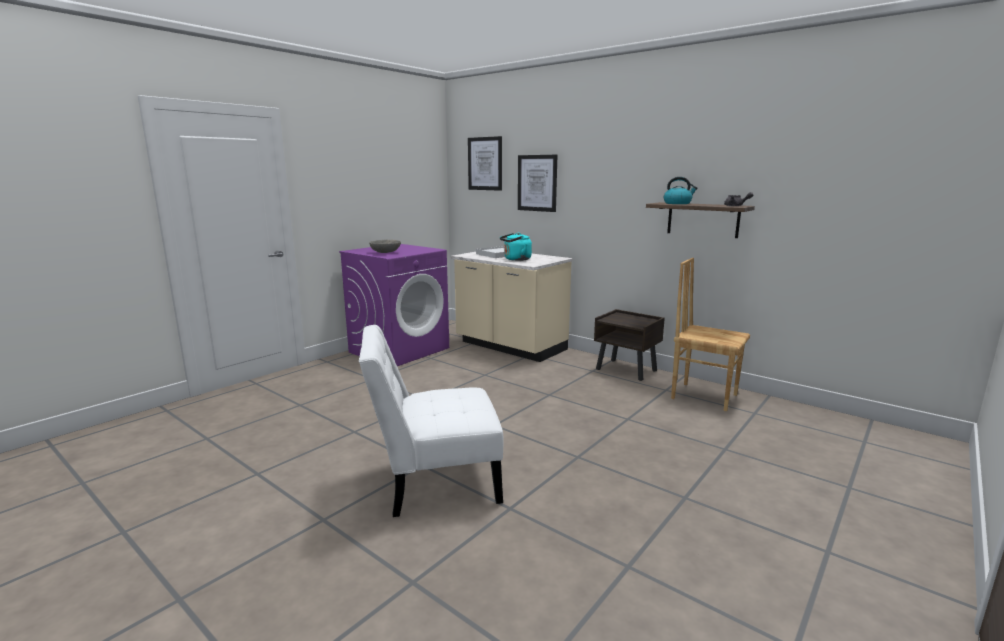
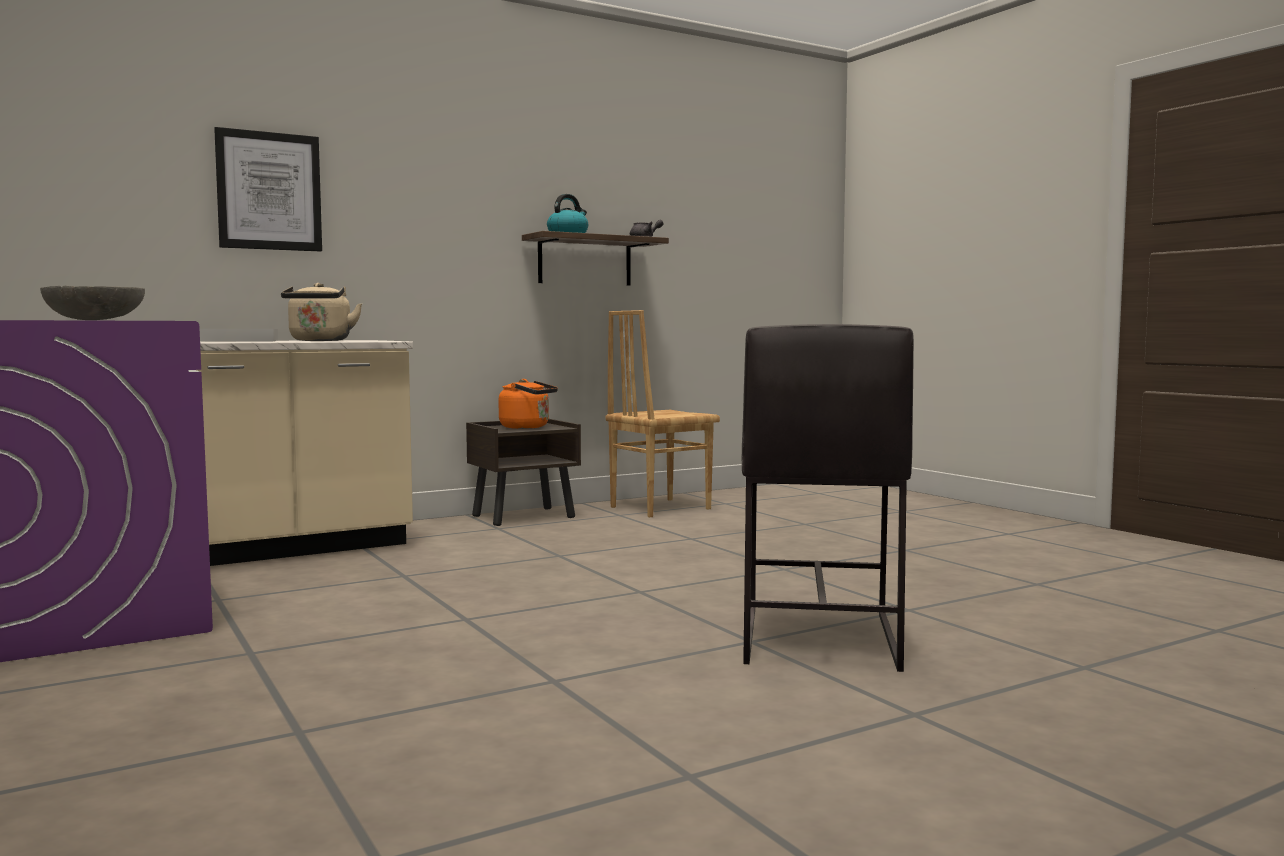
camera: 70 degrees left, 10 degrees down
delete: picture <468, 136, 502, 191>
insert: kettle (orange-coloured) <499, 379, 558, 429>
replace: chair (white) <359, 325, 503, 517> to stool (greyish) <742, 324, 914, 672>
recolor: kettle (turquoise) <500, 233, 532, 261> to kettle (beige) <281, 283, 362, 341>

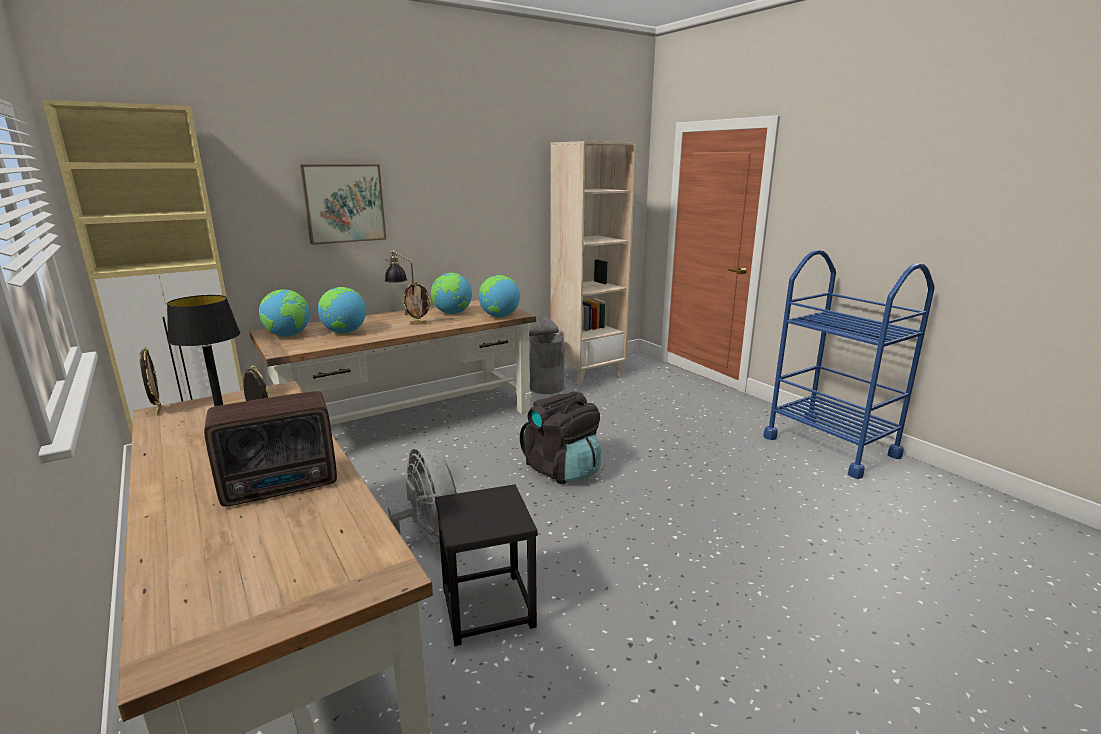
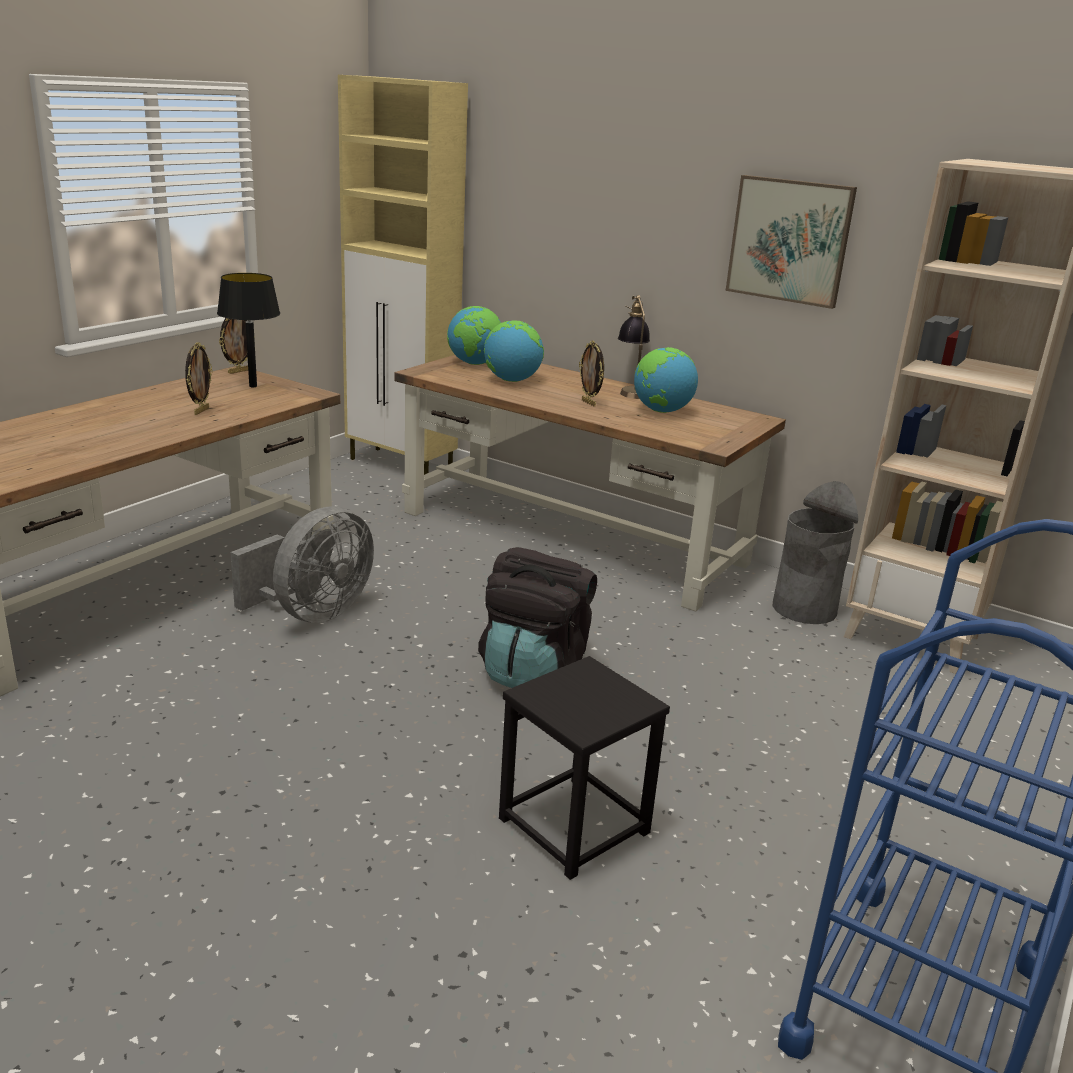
camera: 65 degrees right, 5 degrees up
delete: radio <204, 391, 337, 506>; world globe <479, 275, 520, 318>
move: picture <300, 164, 386, 245> to <726, 175, 857, 309>; stool (black-coloured) <435, 484, 538, 646> to <499, 656, 670, 880>

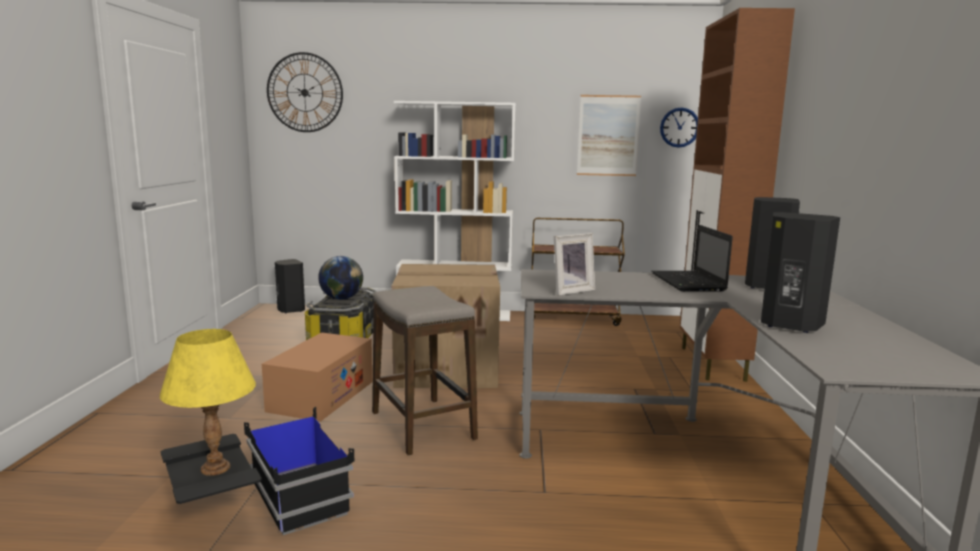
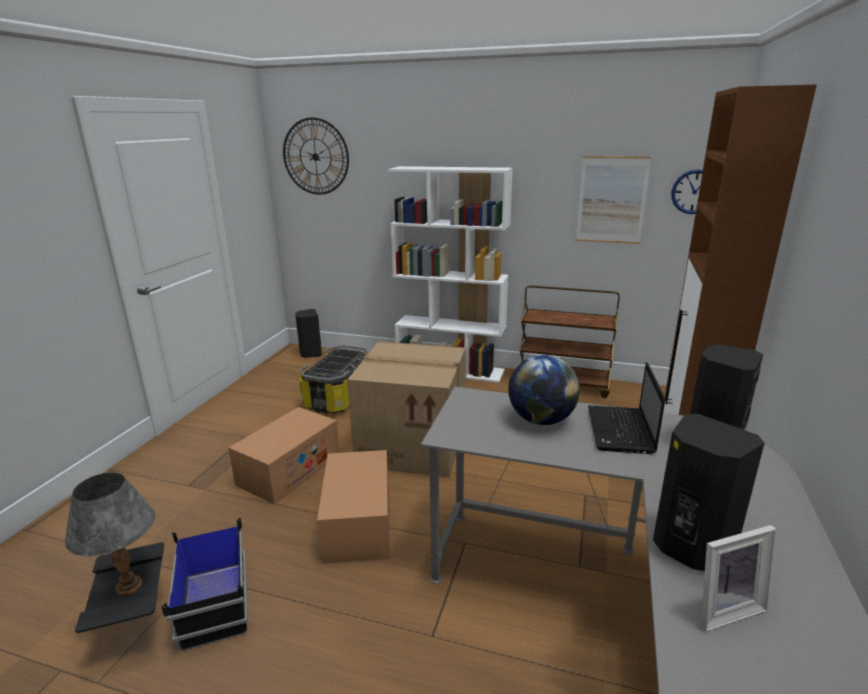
camera: 15 degrees right, 10 degrees up
move: world globe <318, 256, 363, 300> to <508, 355, 580, 425>; photo frame <554, 233, 595, 296> to <700, 525, 776, 632>
replace: stool <372, 286, 478, 455> to packing box <317, 450, 390, 564>
recolor: lamp for a table (yellow) <160, 329, 256, 476> to lamp for a table (greyish) <65, 472, 155, 596>

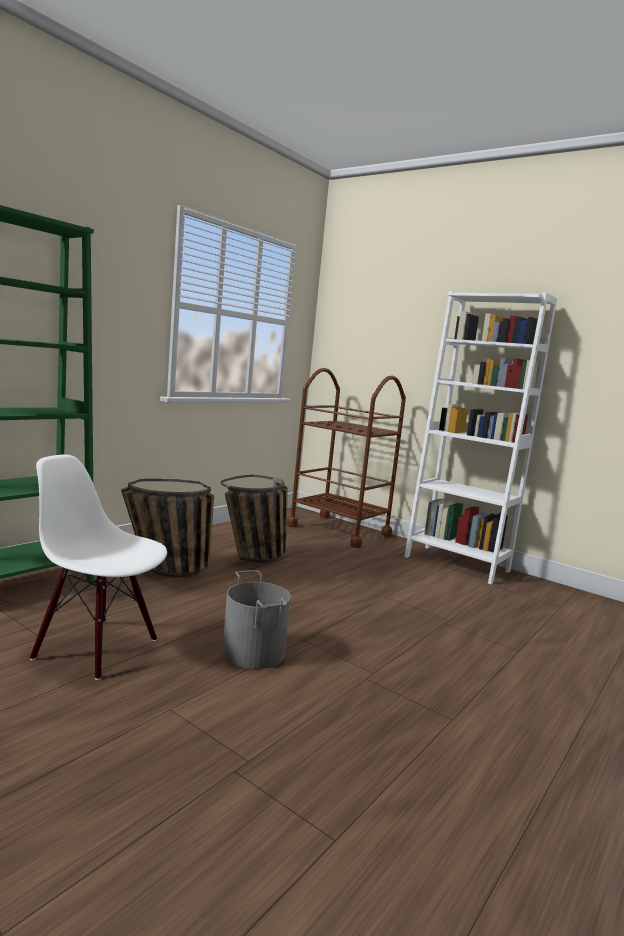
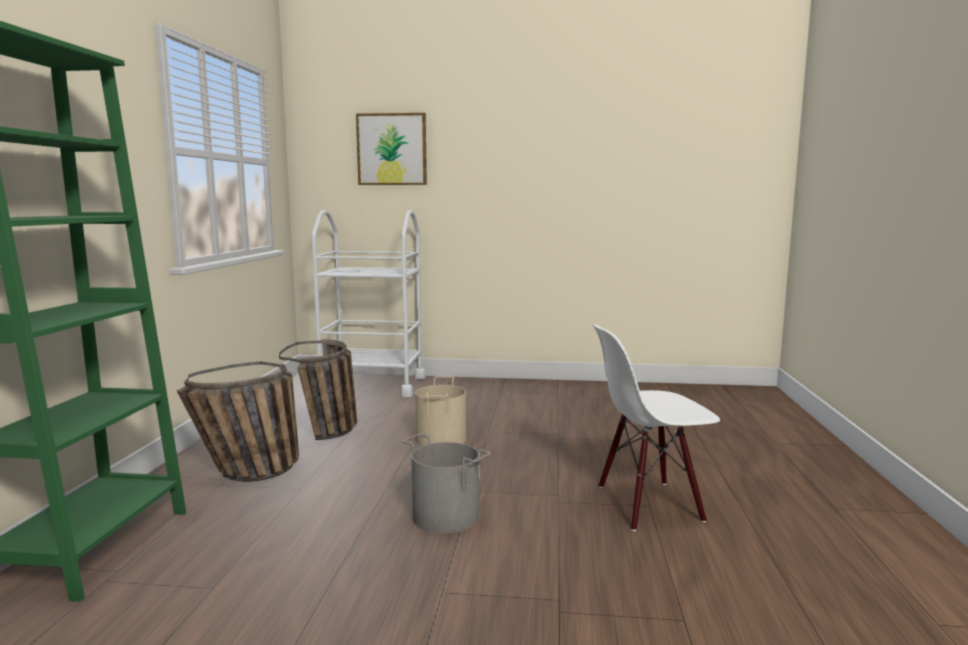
camera: 30 degrees left, 0 degrees up
delete: bookcase (white) <404, 291, 557, 584>
insert: picture <356, 113, 427, 185>; pail (beige) <415, 376, 466, 446>
move: chair (white) <30, 455, 167, 680> to <593, 324, 720, 531>
recolor: cart (brown-coloured) <287, 368, 406, 548> to cart (white) <312, 210, 426, 397>

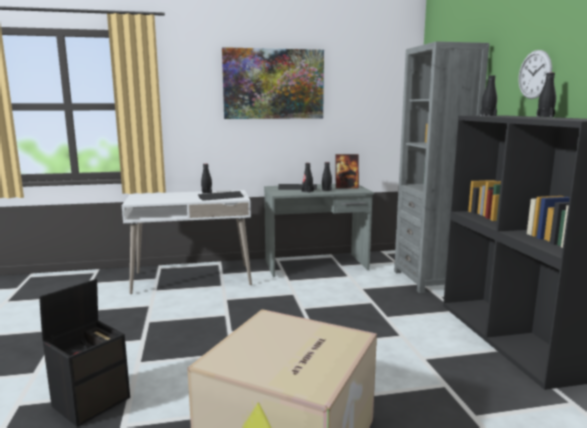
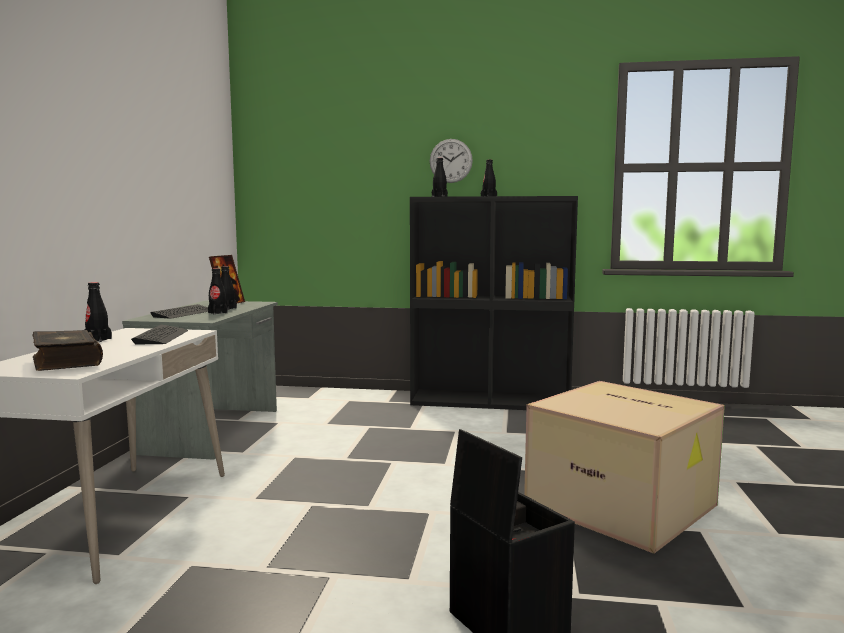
camera: 70 degrees left, 5 degrees down
delete: picture <222, 47, 324, 119>; bookcase (greyish) <394, 41, 489, 293>
insert: volume <33, 330, 103, 371>

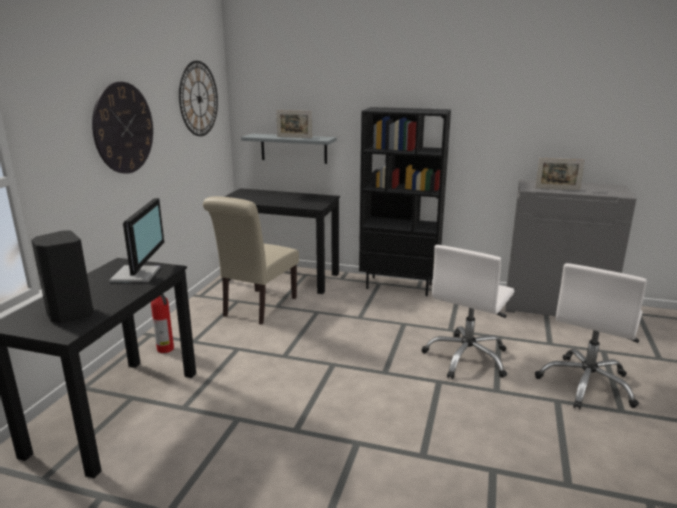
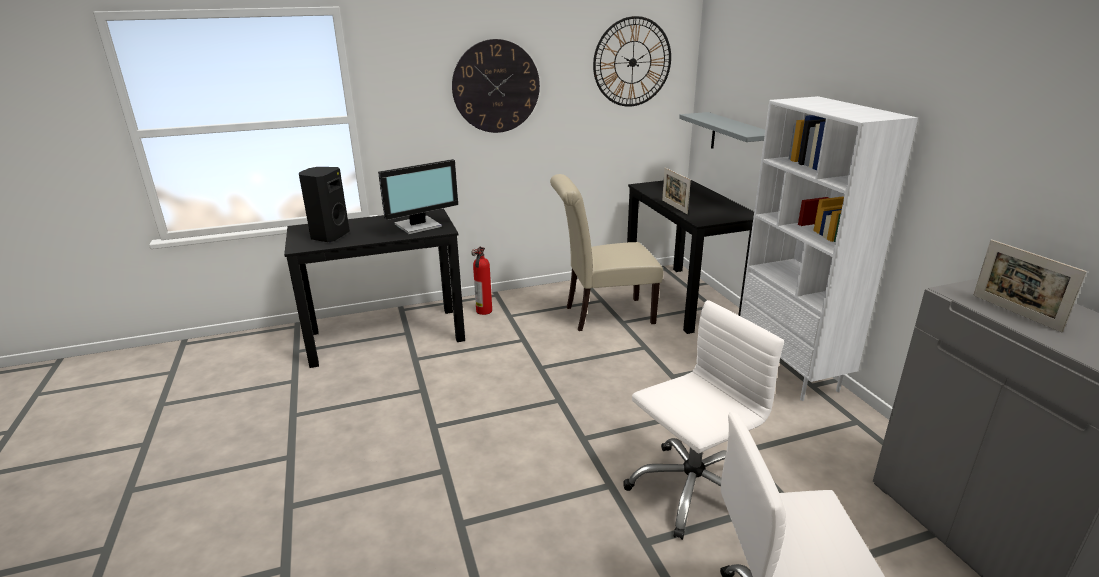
camera: 55 degrees right, 5 degrees up
move: photo frame <276, 110, 312, 138> to <662, 168, 691, 214>
recolor: bookcase (black-coloured) <359, 107, 451, 296> to bookcase (white) <740, 96, 918, 401>
rotate: computer chair (white) <422, 245, 514, 379> = <623, 300, 784, 540> 150 degrees clockwise

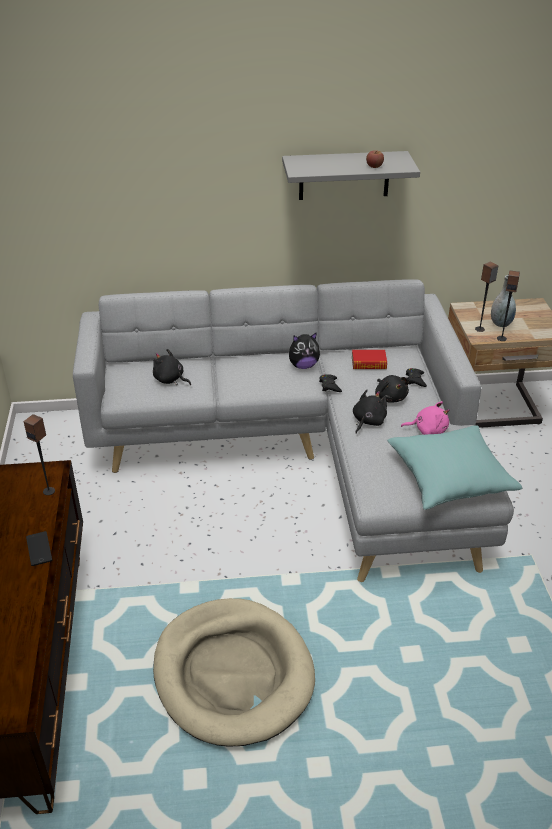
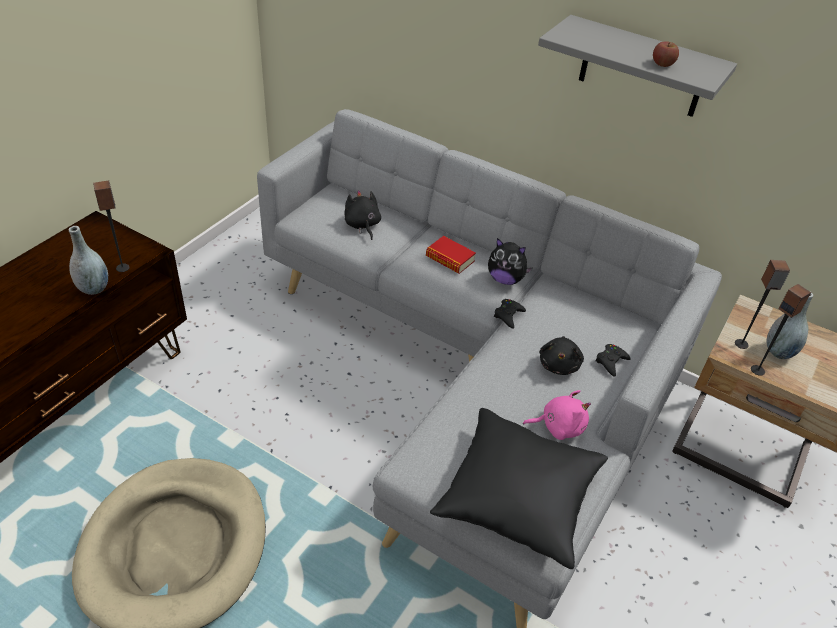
camera: 35 degrees right, 5 degrees up
delete: handset <26, 531, 52, 566>; cuddly toy (black-coloured) <353, 390, 387, 434>
insert: vase (greyish) <68, 226, 108, 295>
move: volume <352, 350, 387, 369> to <426, 236, 476, 274>
recolor: throw pillow (turquoise) <387, 425, 522, 510> to throw pillow (black-coloured) <430, 408, 608, 569>
rotate: cuddly toy (pink) <401, 401, 450, 435> = <523, 390, 591, 440> 45 degrees counterclockwise

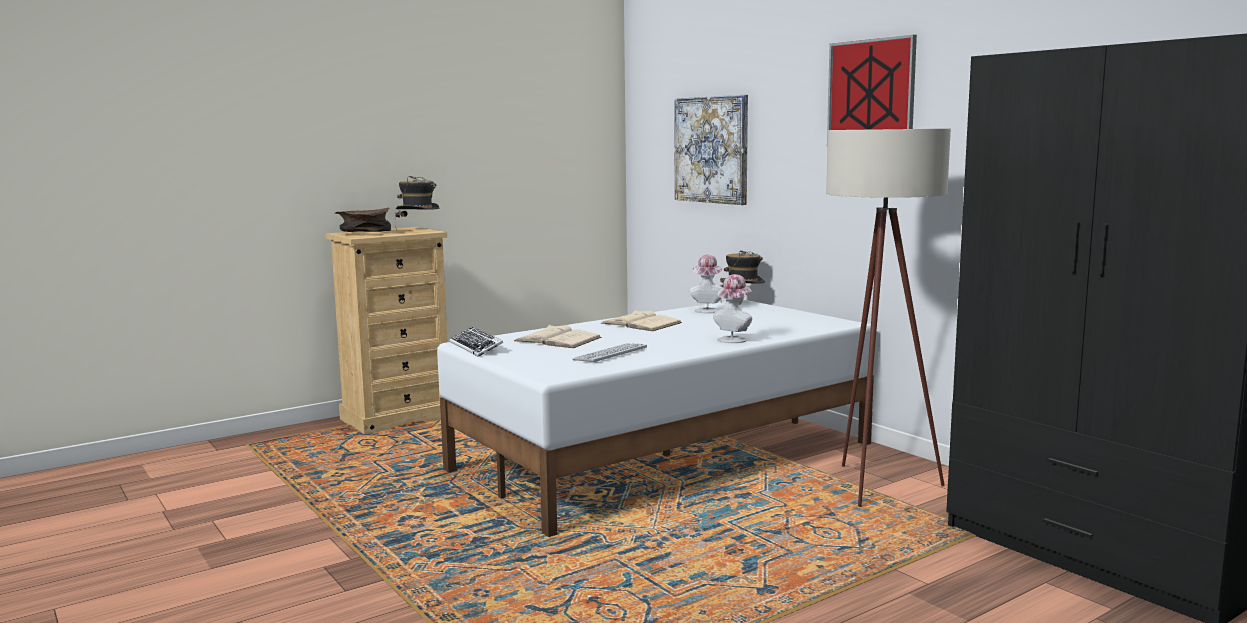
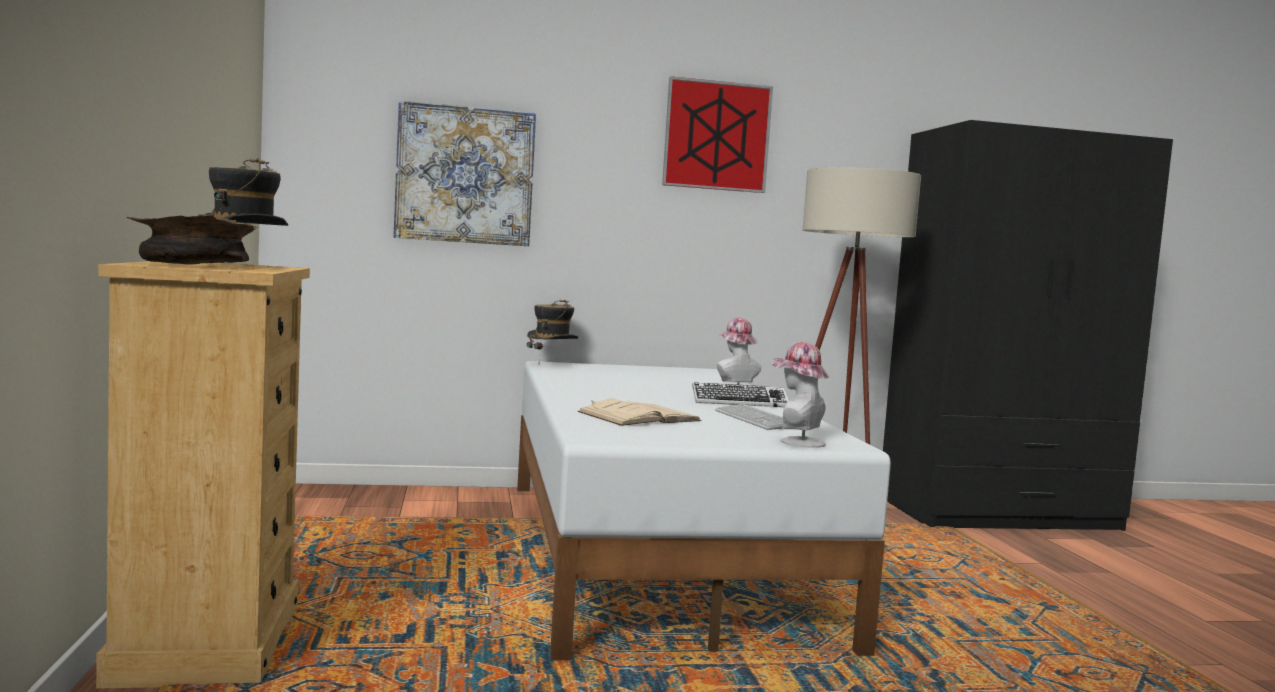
camera: 65 degrees left, 5 degrees down
delete: volume (beige) <601, 309, 682, 331>
move: computer keyboard <450, 327, 503, 357> to <692, 382, 789, 407>; hat <690, 254, 723, 313> to <772, 342, 829, 448>

